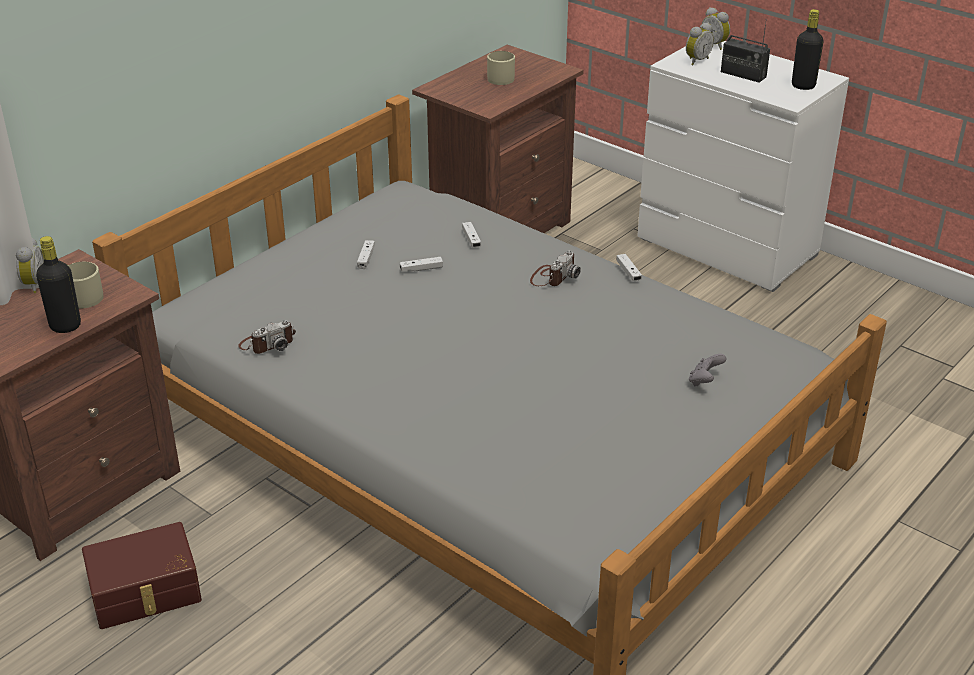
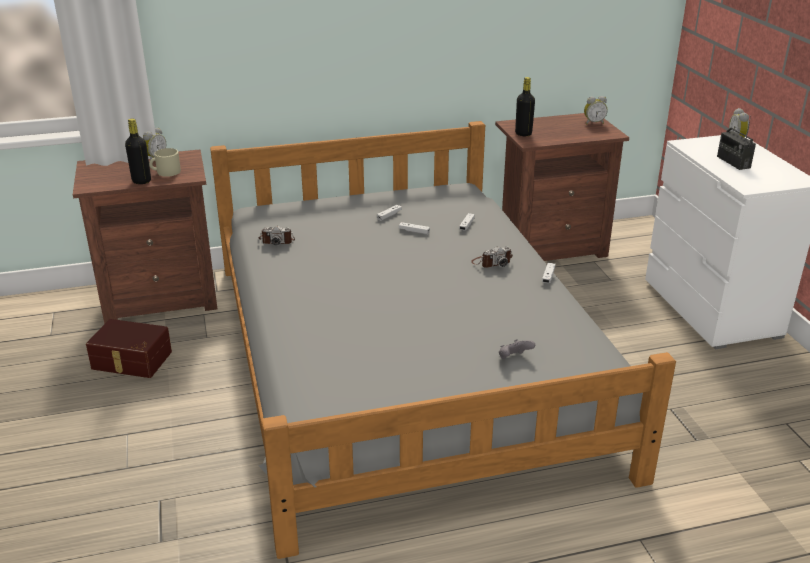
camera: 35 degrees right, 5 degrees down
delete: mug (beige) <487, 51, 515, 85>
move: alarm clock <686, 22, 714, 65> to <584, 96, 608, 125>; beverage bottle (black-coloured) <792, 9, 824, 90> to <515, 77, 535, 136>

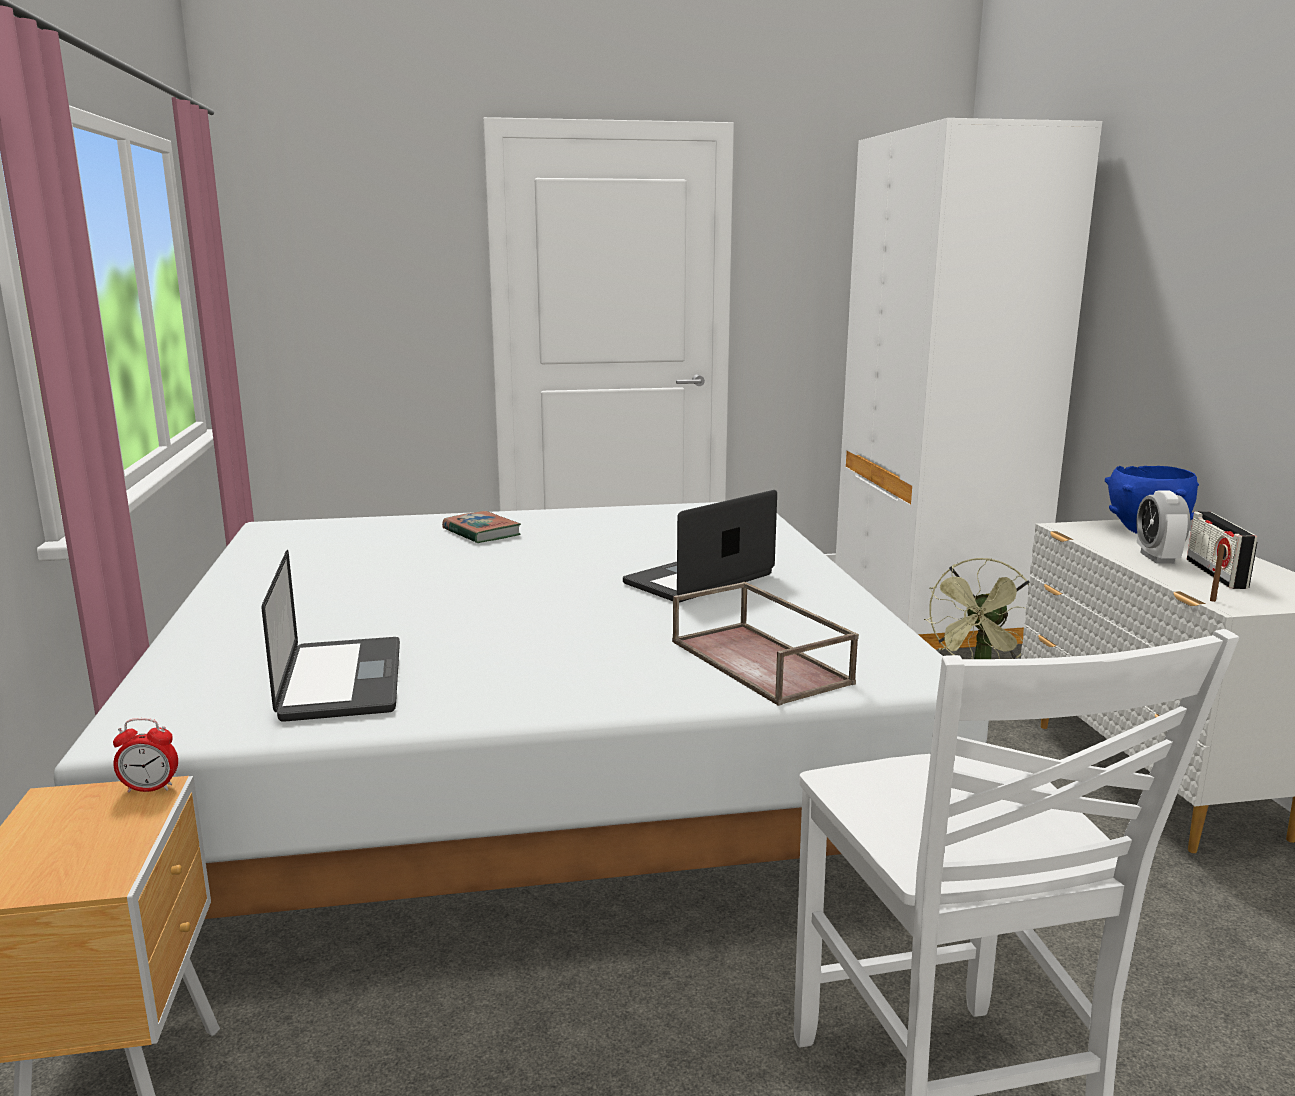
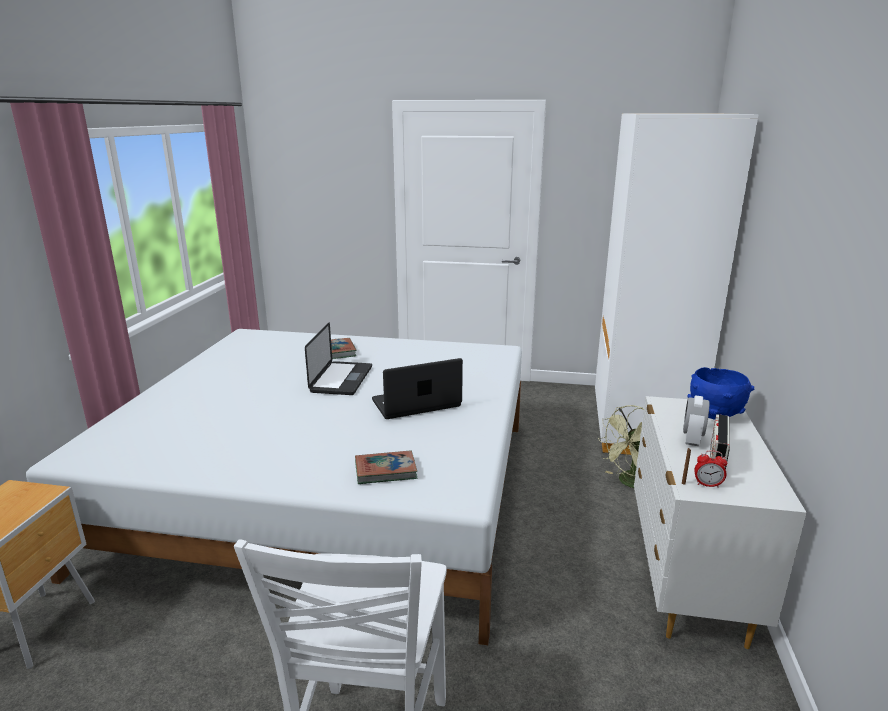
camera: 20 degrees right, 5 degrees up
move: alarm clock <113, 718, 178, 793> to <694, 450, 727, 488>; notebook computer <262, 550, 400, 722> to <305, 322, 372, 395>
replace: tray (brown-coloured) <672, 582, 859, 706> to volume <355, 450, 417, 484>

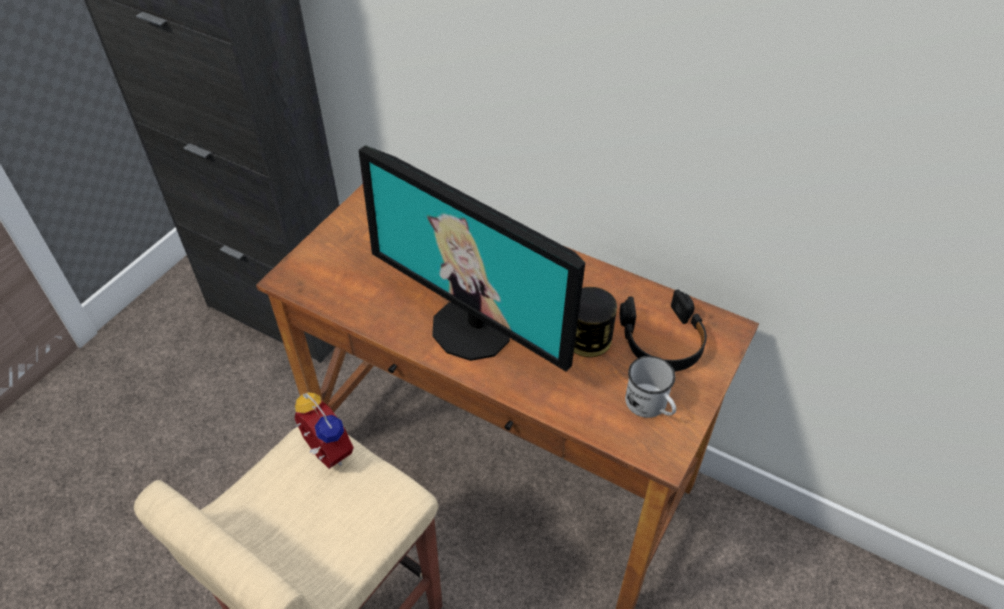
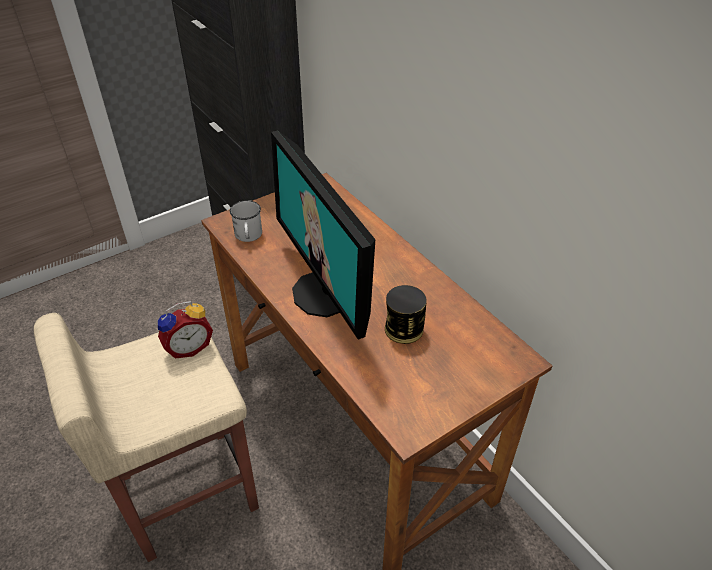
camera: 25 degrees right, 5 degrees down
delete: headphones (black-coloured) <620, 289, 707, 371>
move: mug (white) <625, 356, 676, 418> to <230, 200, 262, 242>
rotate: alarm clock <292, 392, 354, 469> = <158, 301, 213, 359> 75 degrees clockwise

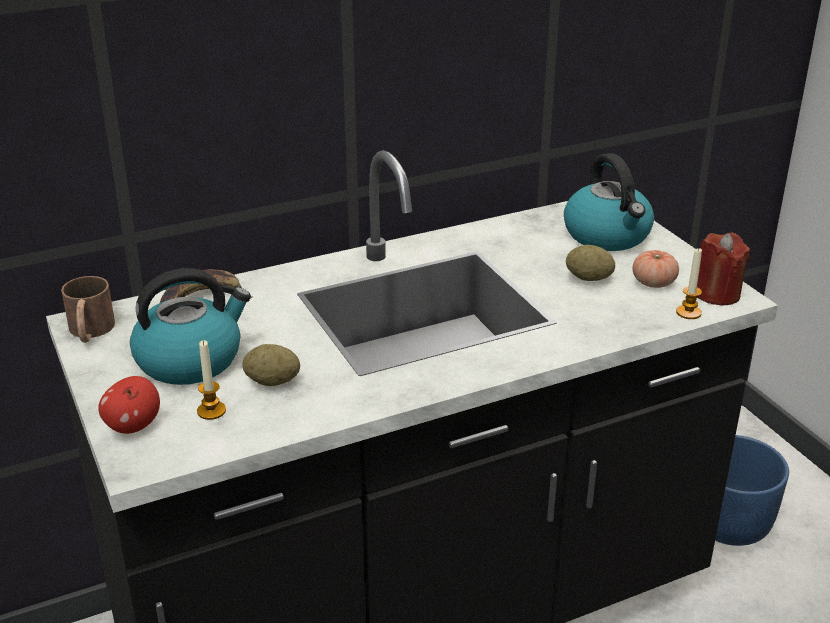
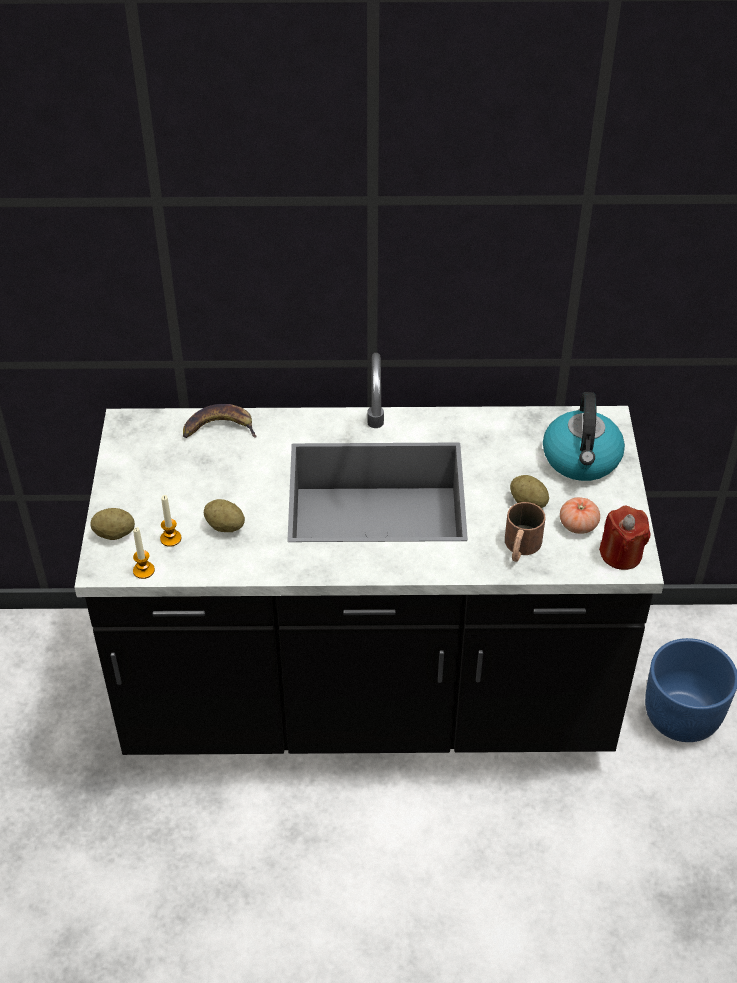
camera: 25 degrees right, 15 degrees up
delete: kettle <130, 268, 251, 385>
move: mug (brown-coloured) <61, 276, 115, 343> to <505, 502, 546, 562>; candle <676, 248, 702, 319> to <133, 527, 155, 579>
replace: whole apple <98, 376, 160, 434> to spud <90, 508, 135, 540>

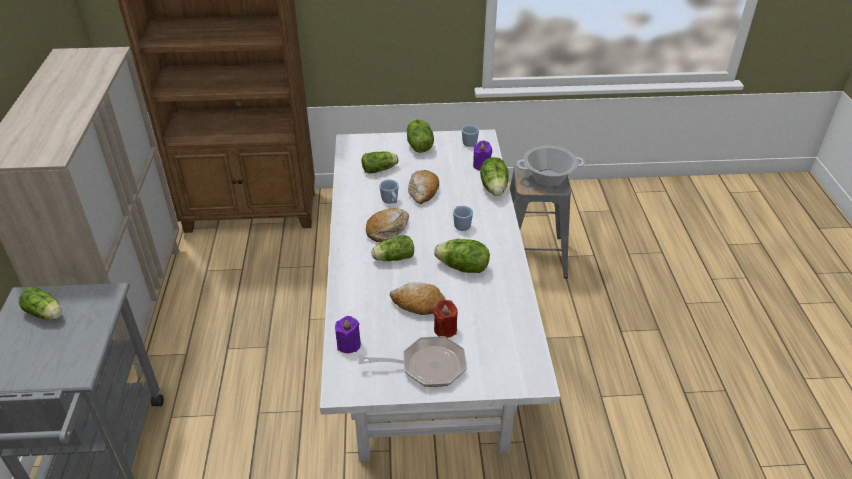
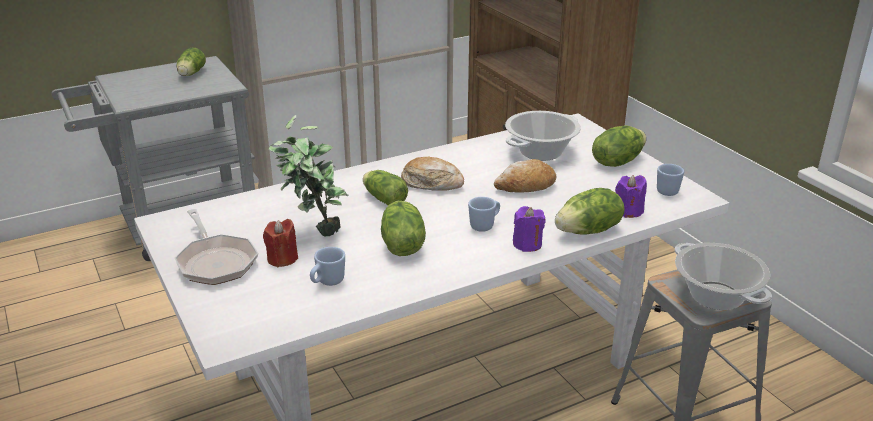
camera: 65 degrees right, 10 degrees down
move: candle (purple-coloured) <335, 316, 361, 353> to <513, 206, 546, 252>; mug (blue) <380, 180, 399, 204> to <310, 247, 345, 286>
replace: lettuce <362, 151, 399, 174> to saucepot <505, 111, 581, 161>; baked bread <390, 282, 446, 315> to plant in a pot <269, 115, 348, 237>

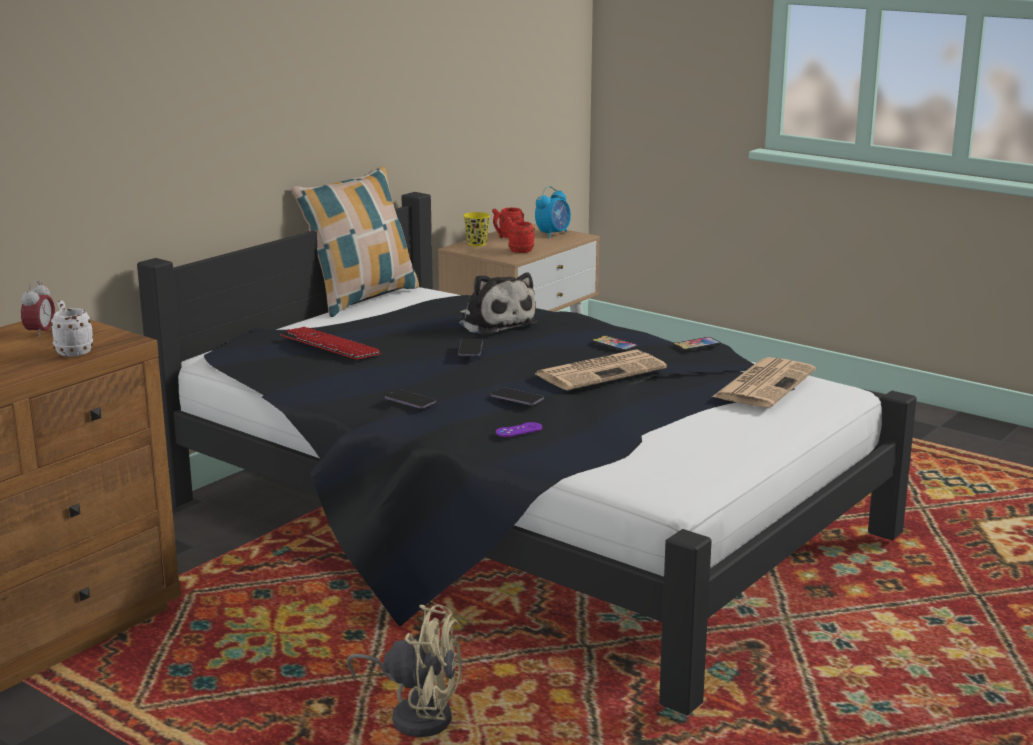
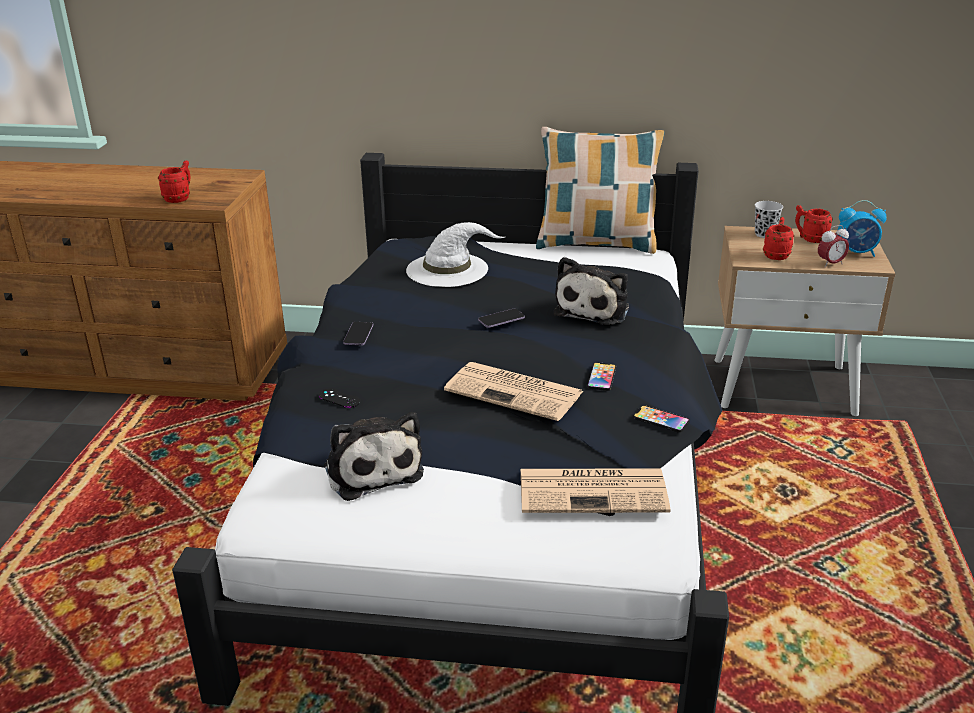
camera: 60 degrees right, 10 degrees up
delete: fan (beige) <347, 604, 462, 737>; handset <491, 387, 544, 406>
insert: cuddly toy <324, 412, 424, 501>
move: alarm clock <21, 280, 55, 339> to <818, 225, 849, 268>
replace: computer keyboard <280, 327, 382, 361> to hat (white) <406, 222, 505, 287>
recolor: mug (white) <50, 300, 93, 357> to mug (reddish) <158, 161, 190, 203>; cup (yellow) <463, 212, 490, 246> to cup (black-coloured) <755, 201, 783, 238>; game controller (purple-coloured) <496, 422, 542, 437> to game controller (black-coloured) <319, 388, 360, 408>

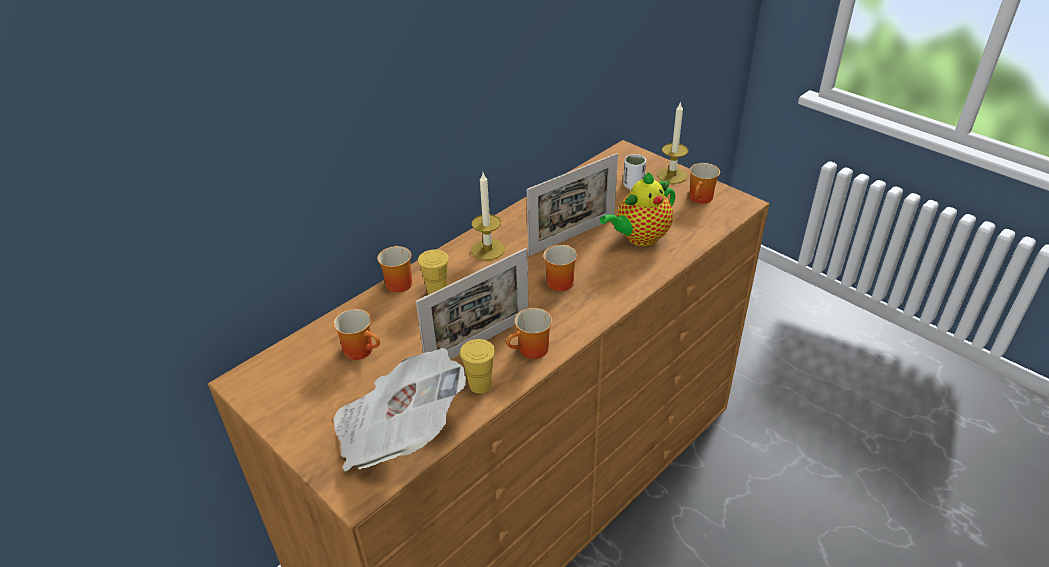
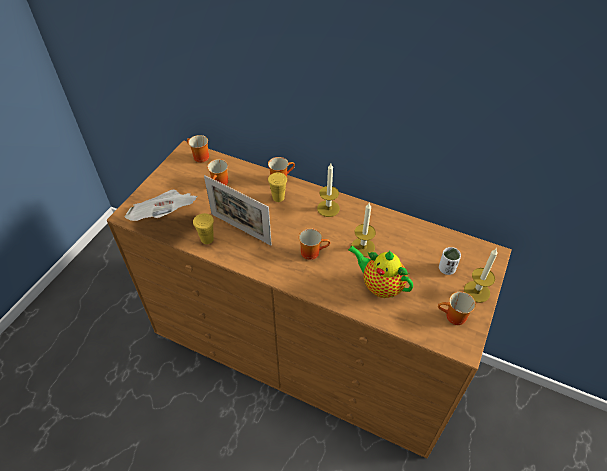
camera: 70 degrees right, 10 degrees up
move: mug <506, 308, 552, 359> to <187, 135, 209, 163>
replace: photo frame <527, 153, 618, 256> to candle <351, 203, 376, 257>

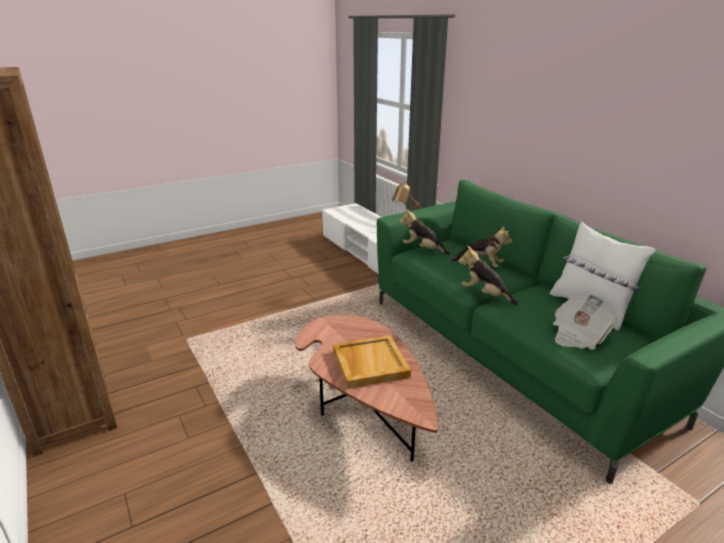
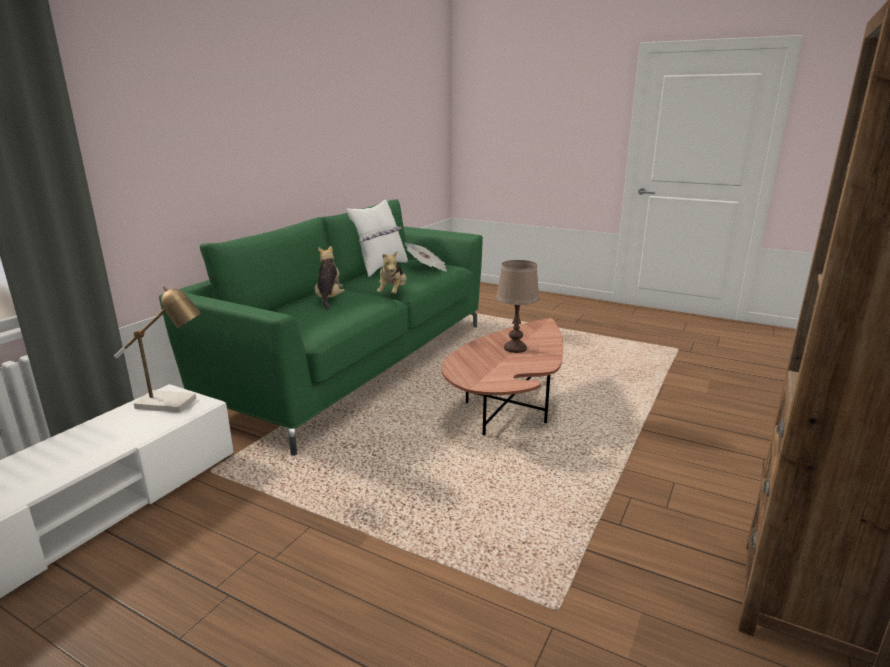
camera: 120 degrees left, 5 degrees down
delete: cuddly toy <399, 209, 450, 255>
replace: tray (beige) <333, 335, 411, 389> to lamp for a table (brown-coloured) <496, 260, 540, 353>

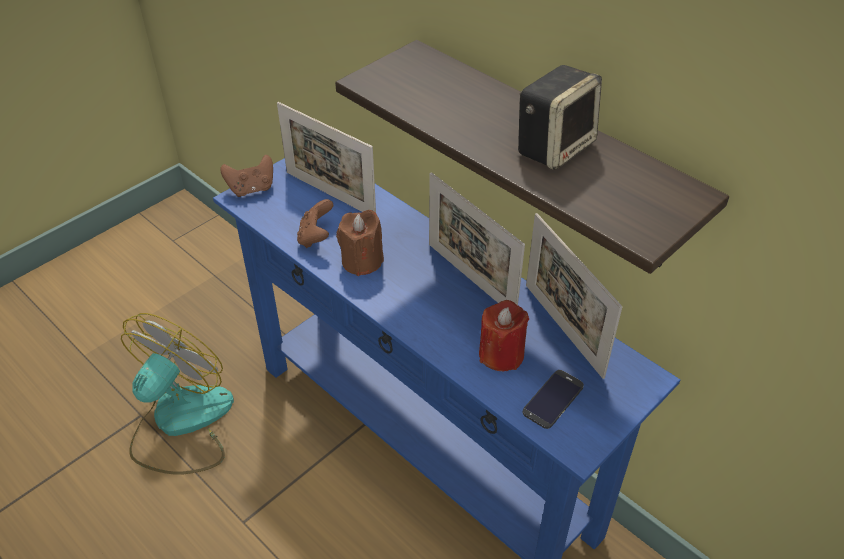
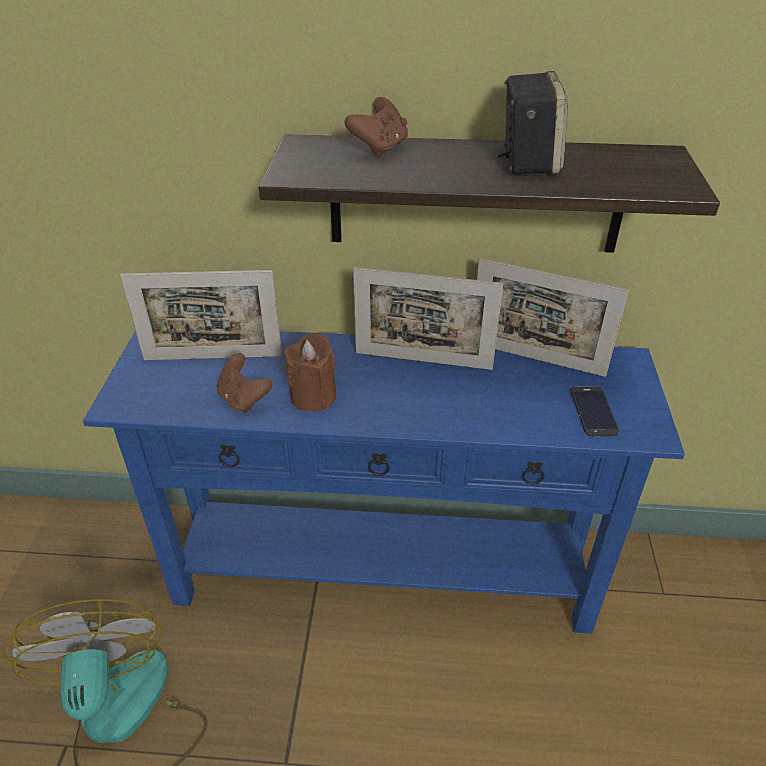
camera: 40 degrees left, 5 degrees down
delete: candle (reddish) <479, 300, 529, 371>
move: game controller (brown-coloured) <220, 155, 273, 197> to <344, 97, 408, 157>

